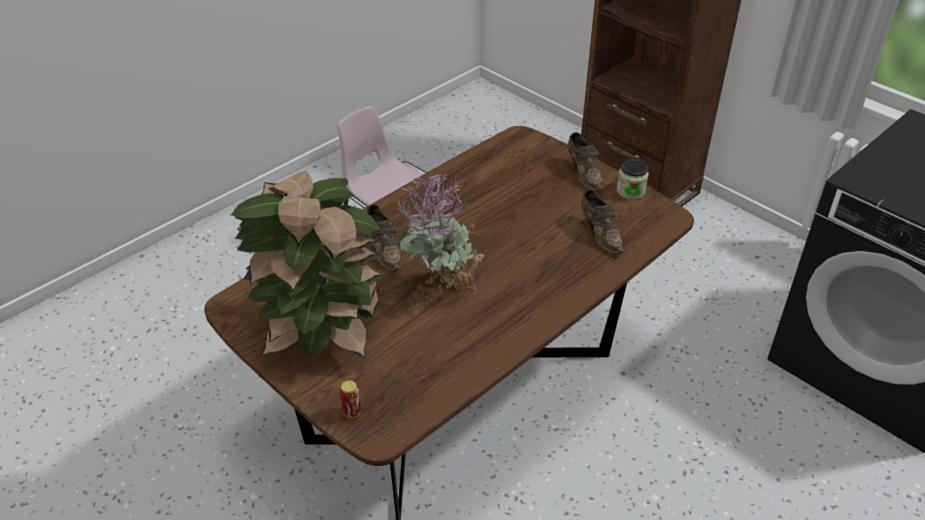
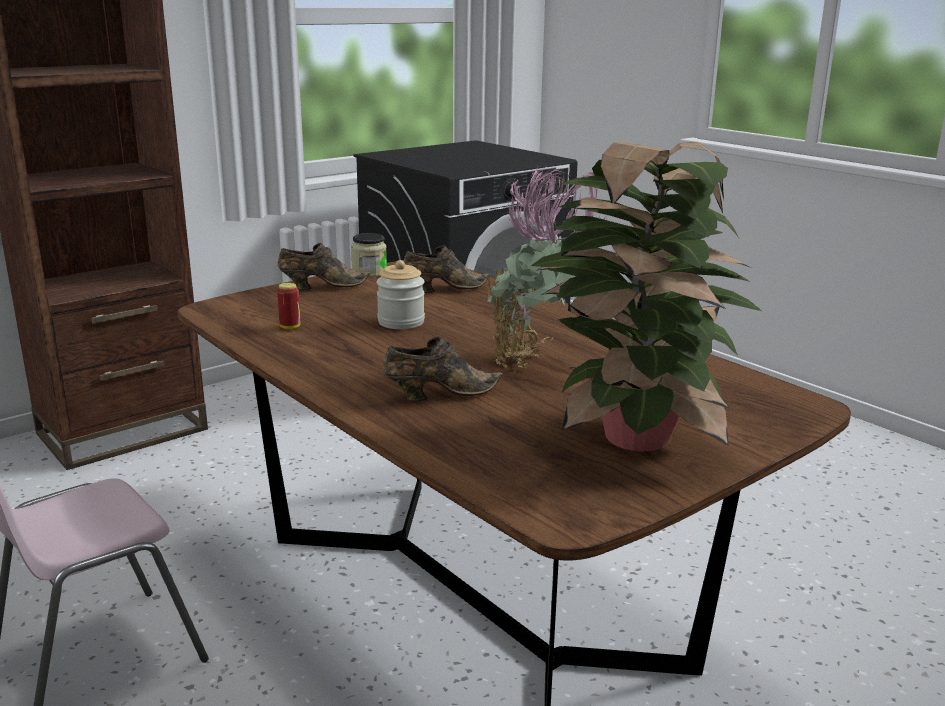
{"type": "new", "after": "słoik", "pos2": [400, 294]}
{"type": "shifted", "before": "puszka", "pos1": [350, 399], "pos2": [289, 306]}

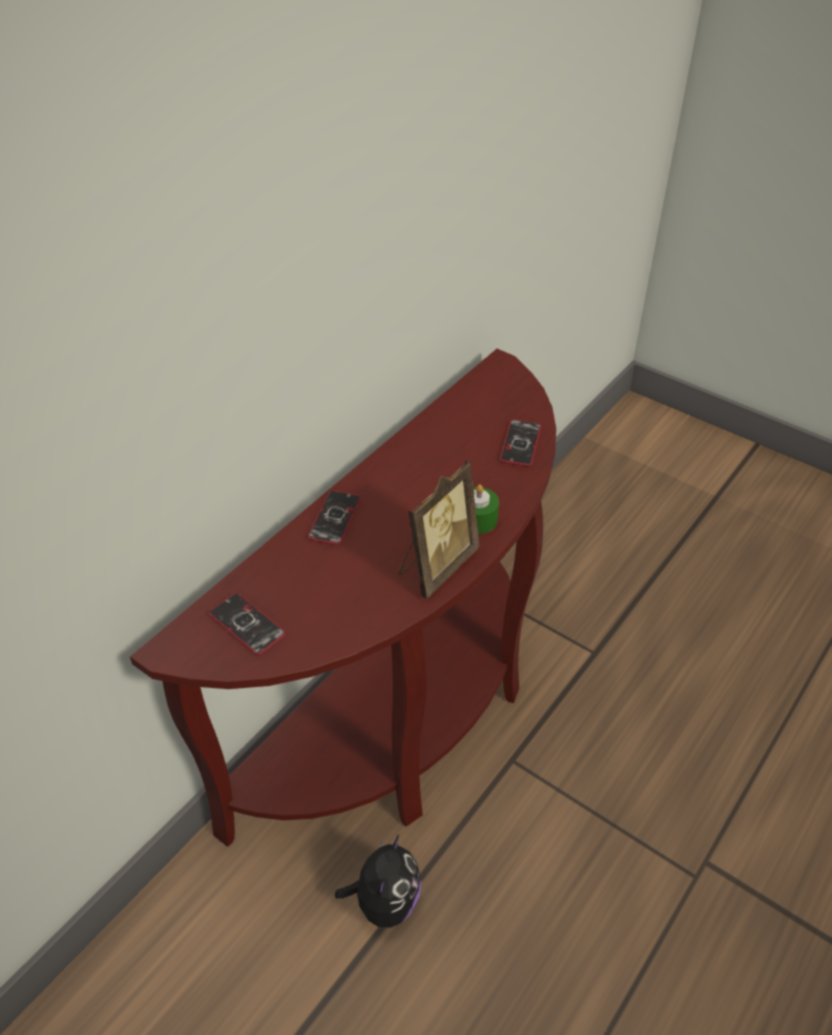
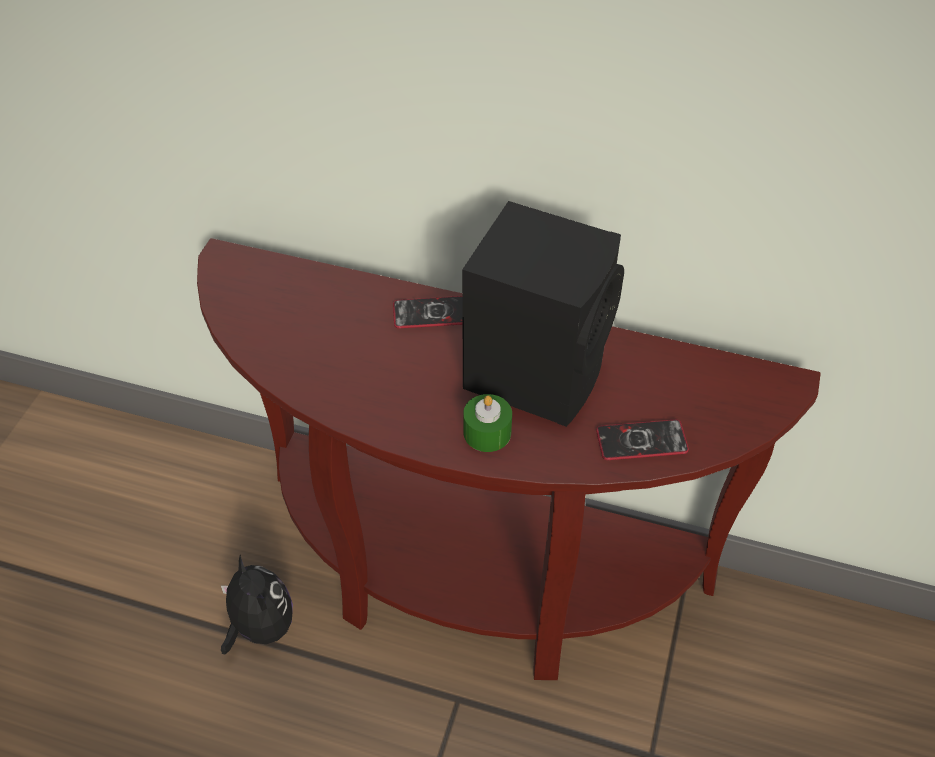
{"type": "gone", "before": "telefon", "pos1": [247, 624]}
{"type": "gone", "before": "ramka na zdjęcie", "pos1": [439, 529]}
{"type": "new", "after": "głośnik [czarny]", "pos2": [543, 314]}
{"type": "rotated", "before": "pluszak", "pos1": [378, 881], "pos2": [257, 604], "turn": -120}

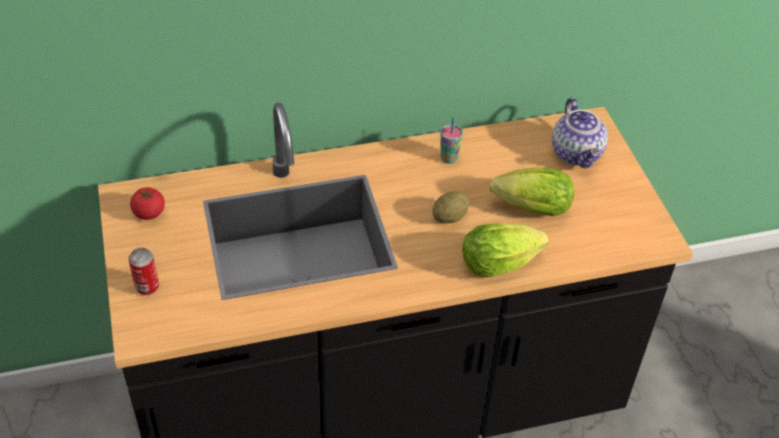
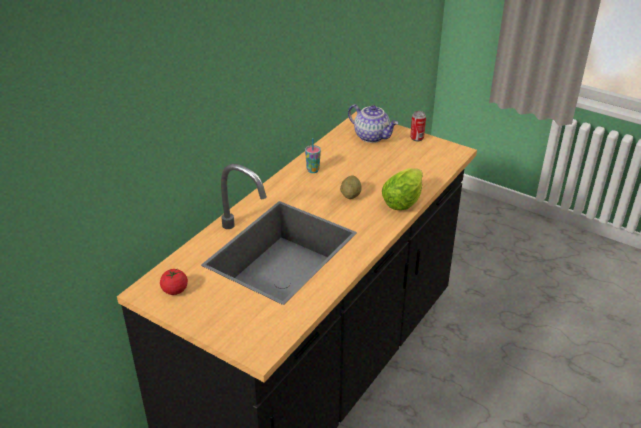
{"type": "gone", "before": "sałata", "pos1": [531, 192]}
{"type": "shifted", "before": "puszka", "pos1": [144, 271], "pos2": [418, 126]}

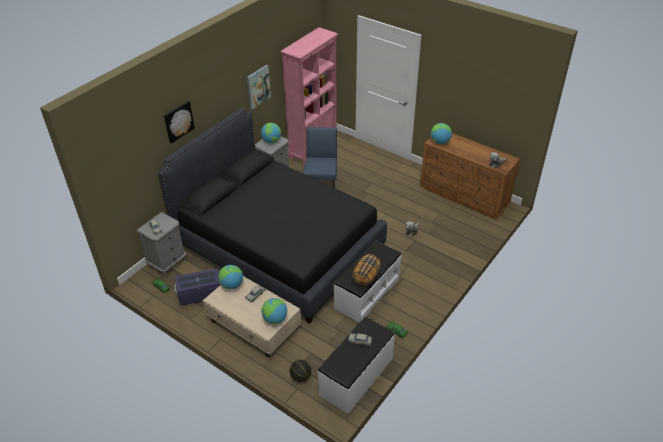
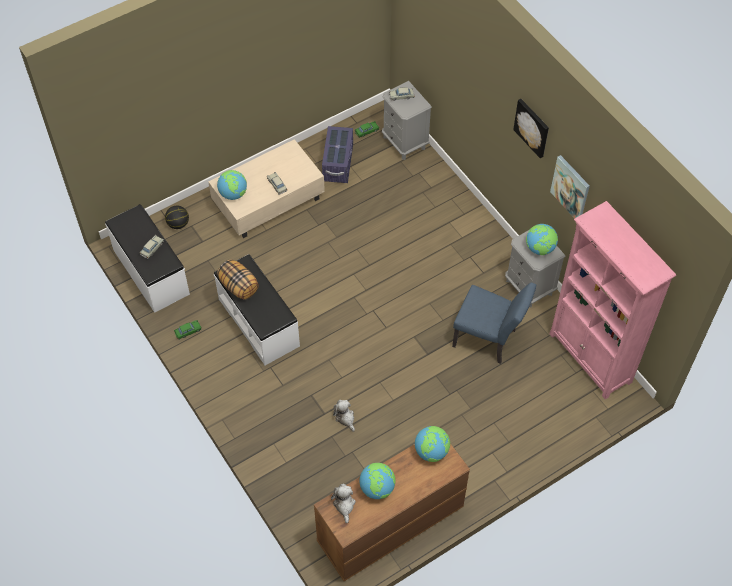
{"type": "gone", "before": "łóżko [czarny]", "pos1": [272, 216]}
{"type": "shifted", "before": "obraz", "pos1": [179, 122], "pos2": [531, 128]}
{"type": "shifted", "before": "globus", "pos1": [230, 277], "pos2": [377, 481]}

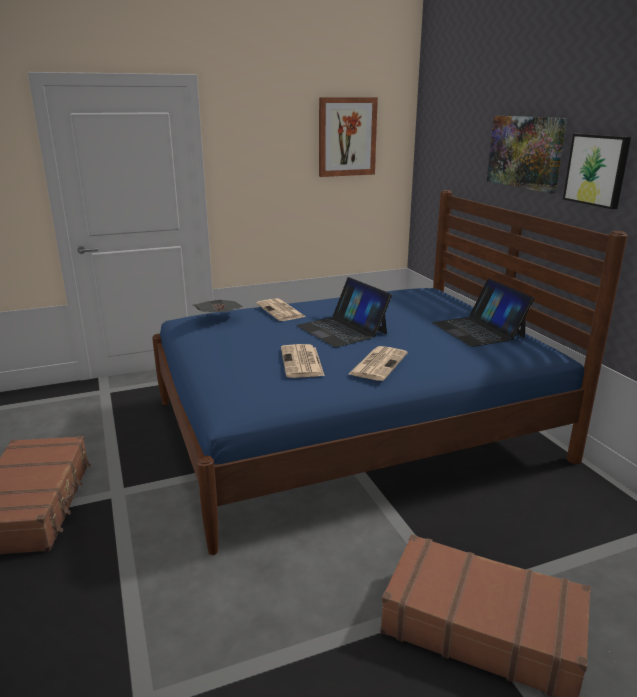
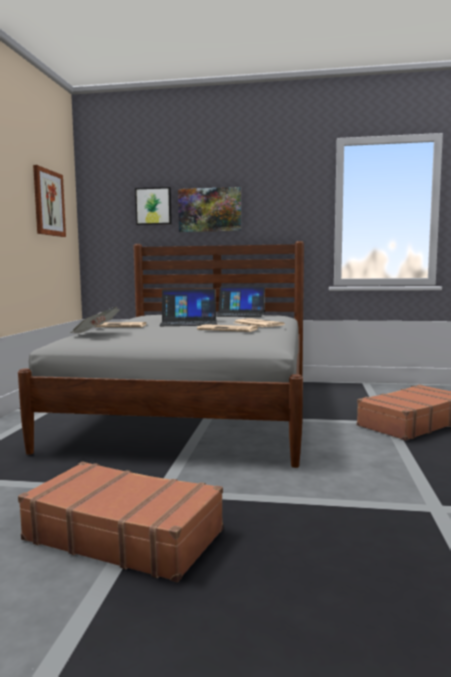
{"type": "shifted", "before": "obraz", "pos1": [597, 171], "pos2": [153, 206]}
{"type": "repainted", "before": "łóżko [niebieski]", "after": "łóżko [szary]", "pos1": [390, 372], "pos2": [161, 354]}

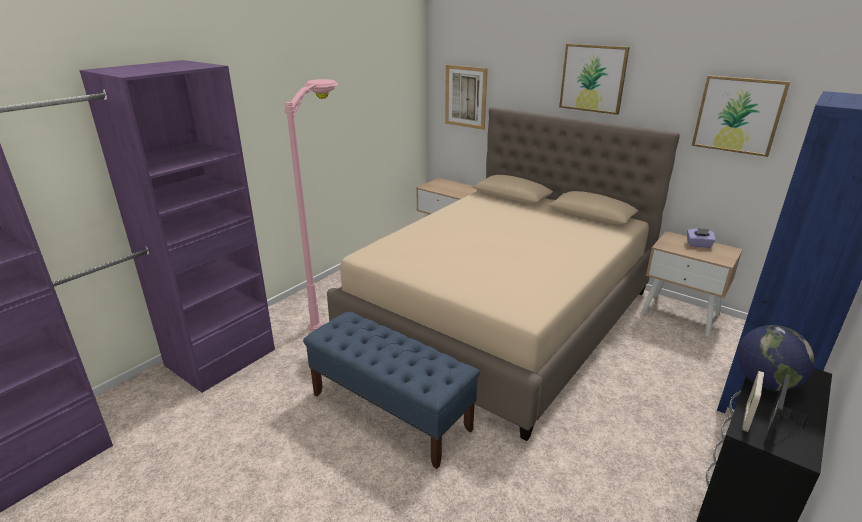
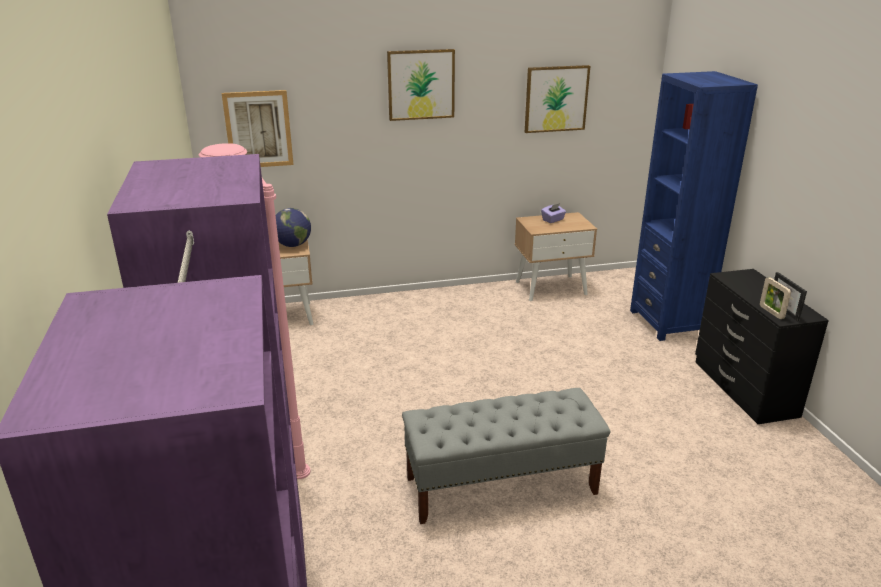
{"type": "gone", "before": "łóżko [beżowy]", "pos1": [503, 274]}
{"type": "shifted", "before": "globus", "pos1": [775, 358], "pos2": [293, 227]}
{"type": "repainted", "before": "ławka [niebieski]", "after": "ławka [szary]", "pos1": [391, 390], "pos2": [506, 456]}

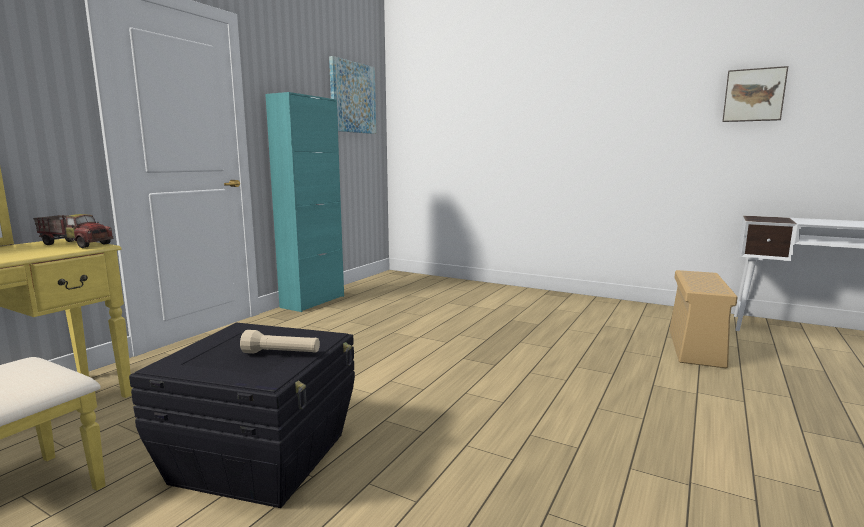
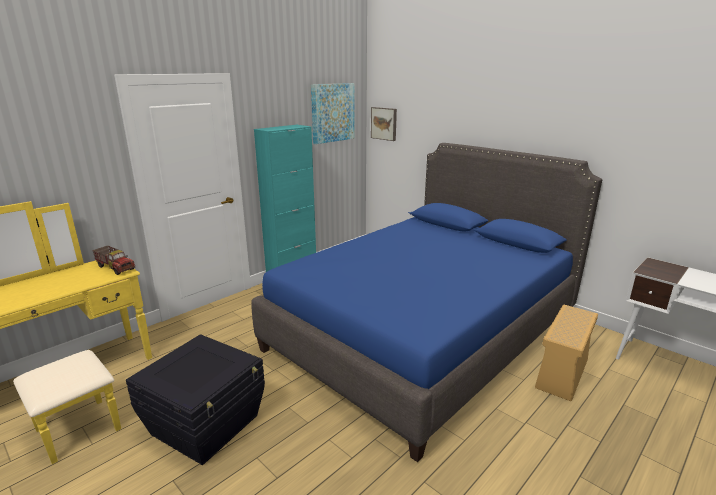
{"type": "gone", "before": "latarka [beżowy]", "pos1": [280, 341]}
{"type": "new", "after": "łóżko [niebieski]", "pos2": [426, 302]}
{"type": "shifted", "before": "obraz", "pos1": [755, 94], "pos2": [384, 124]}

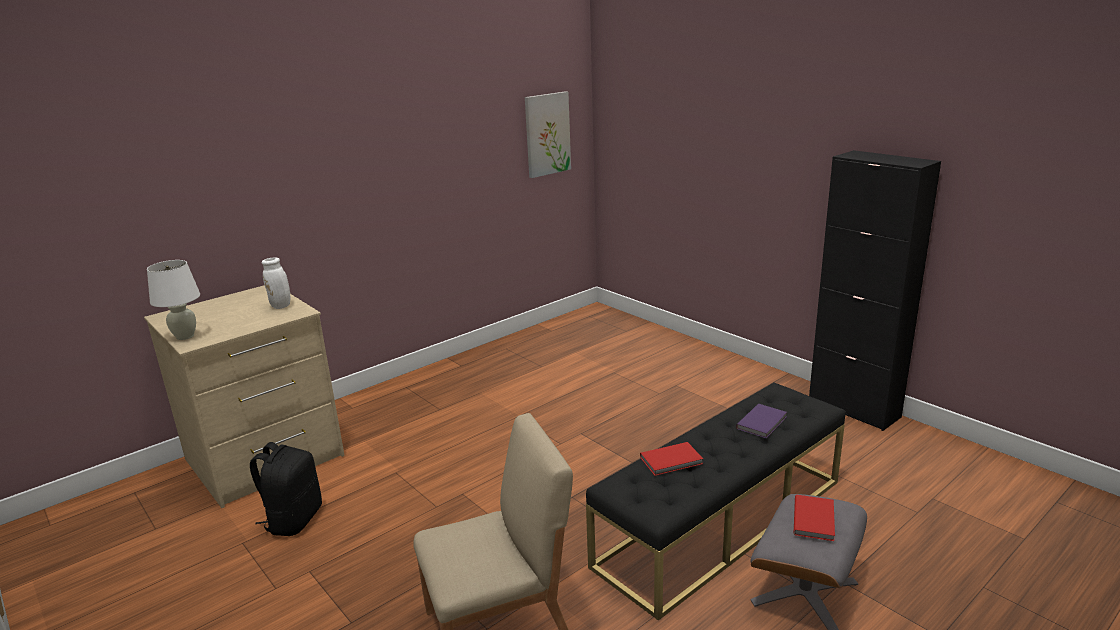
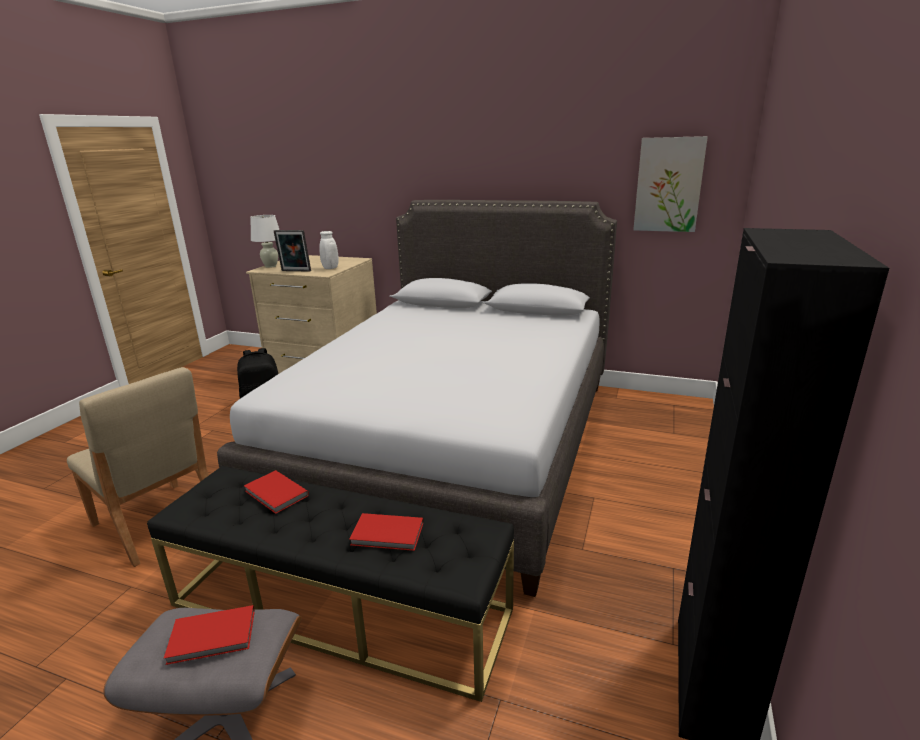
{"type": "new", "after": "łóżko [szary]", "pos2": [417, 398]}
{"type": "new", "after": "ramka na zdjęcie", "pos2": [292, 251]}
{"type": "repainted", "before": "książka [fioletowy]", "after": "książka [czerwony]", "pos1": [761, 421], "pos2": [387, 532]}

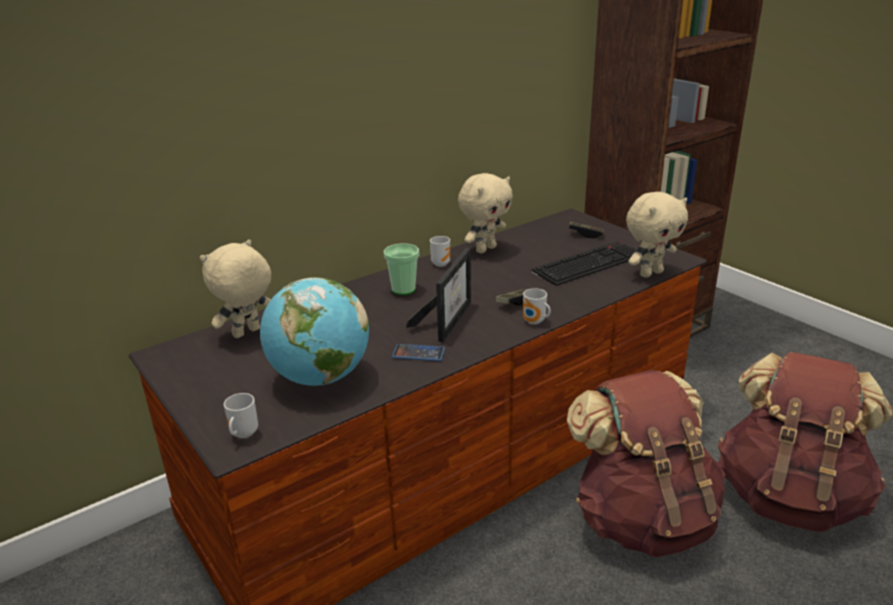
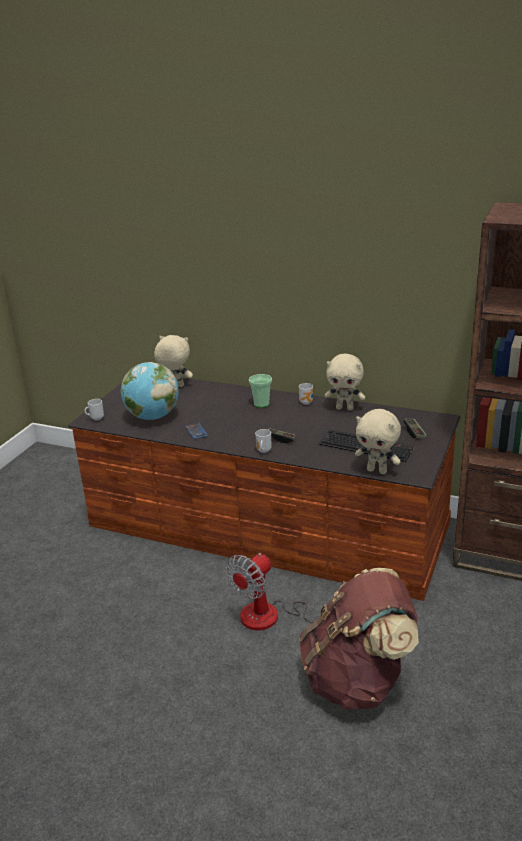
{"type": "gone", "before": "ramka na zdjęcie", "pos1": [438, 295]}
{"type": "swapped", "before": "plecak [brązowy]", "after": "wentylator", "pos1": [646, 464], "pos2": [286, 591]}

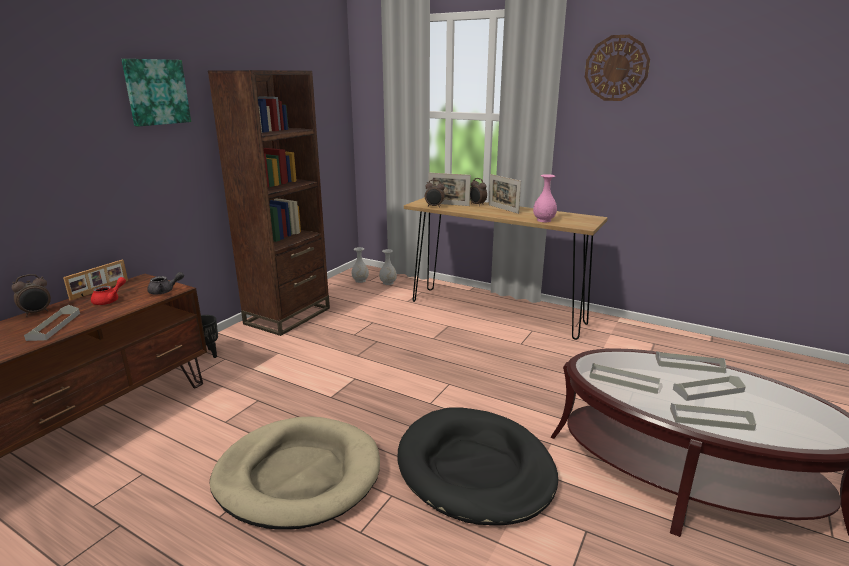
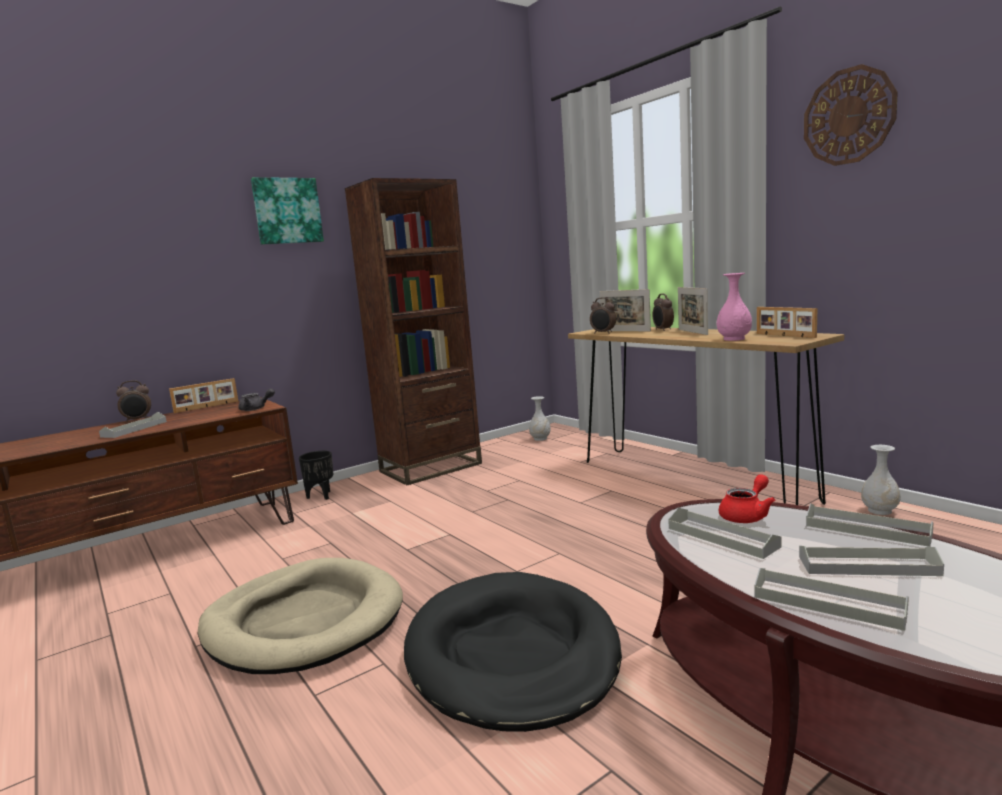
{"type": "new", "after": "ramka na zdjęcie", "pos2": [787, 322]}
{"type": "shifted", "before": "imbryk [czerwony]", "pos1": [108, 291], "pos2": [747, 498]}
{"type": "shifted", "before": "wazon [biały]", "pos1": [388, 267], "pos2": [881, 480]}

